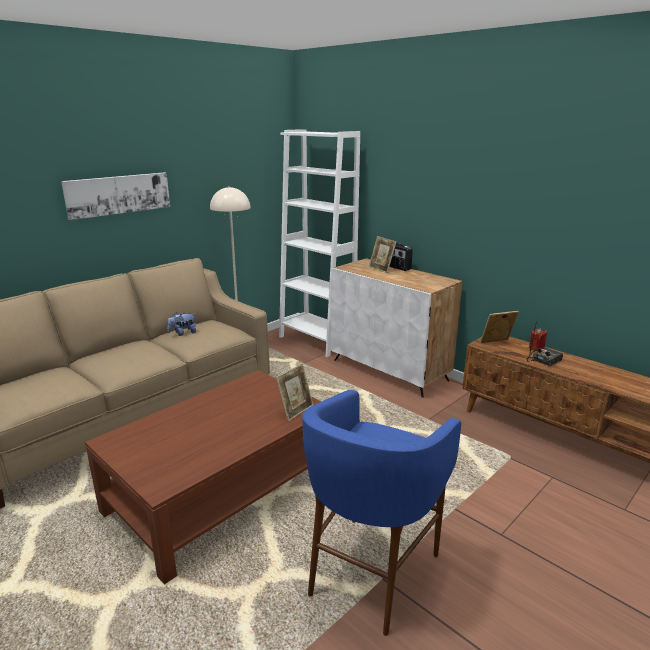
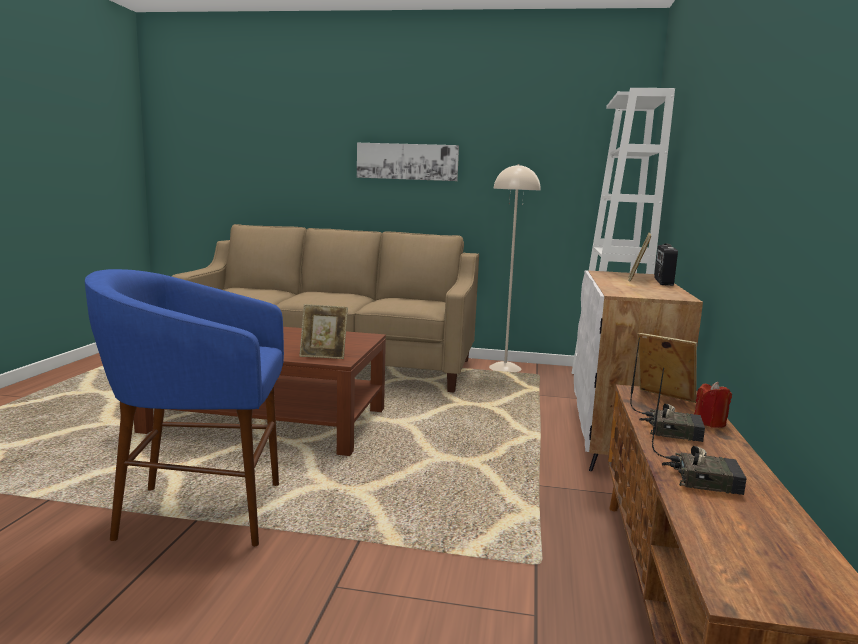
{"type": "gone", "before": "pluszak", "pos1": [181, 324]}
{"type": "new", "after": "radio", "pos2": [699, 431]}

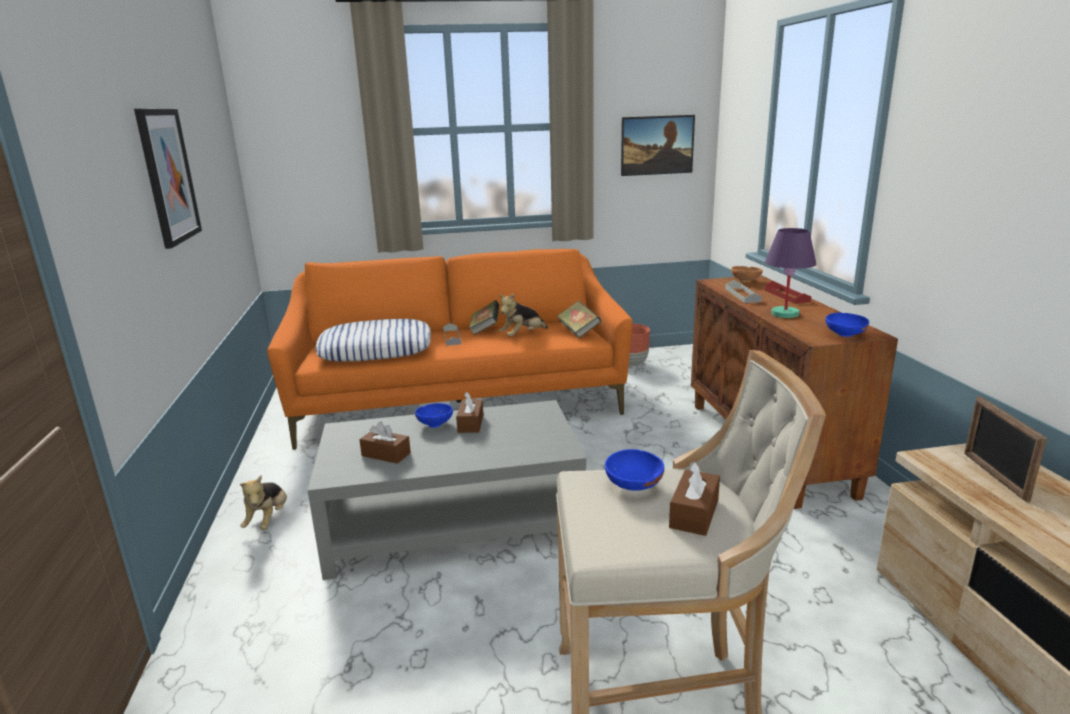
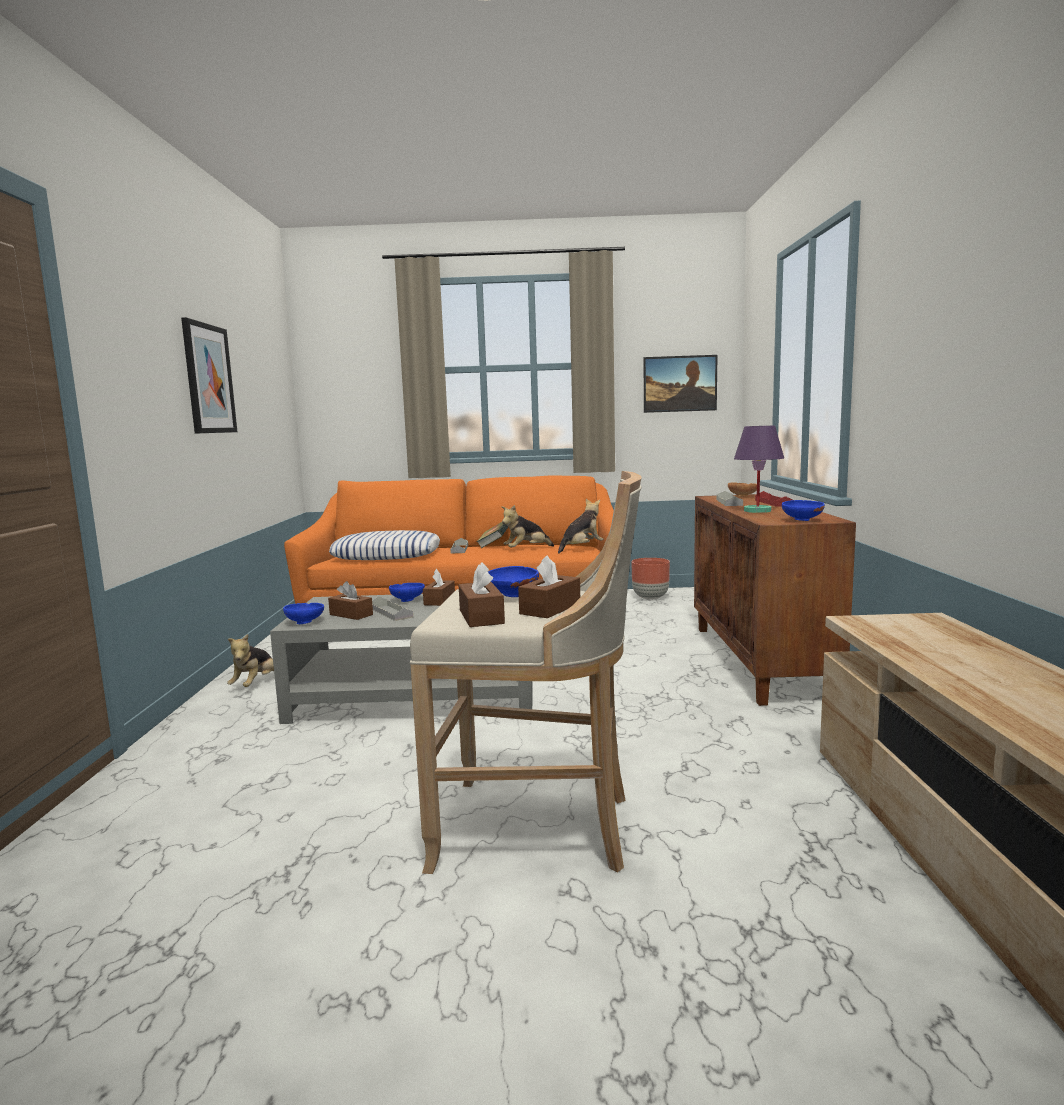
{"type": "gone", "before": "ramka na zdjęcie", "pos1": [1005, 449]}
{"type": "new", "after": "miska [niebieski]", "pos2": [303, 613]}
{"type": "new", "after": "taca [szary]", "pos2": [392, 609]}
{"type": "new", "after": "pudełko chusteczek [brązowy]", "pos2": [482, 594]}
{"type": "swapped", "before": "książka", "after": "pluszak", "pos1": [579, 319], "pos2": [581, 526]}

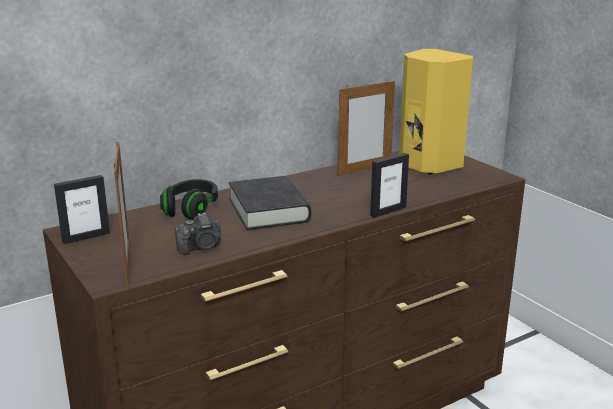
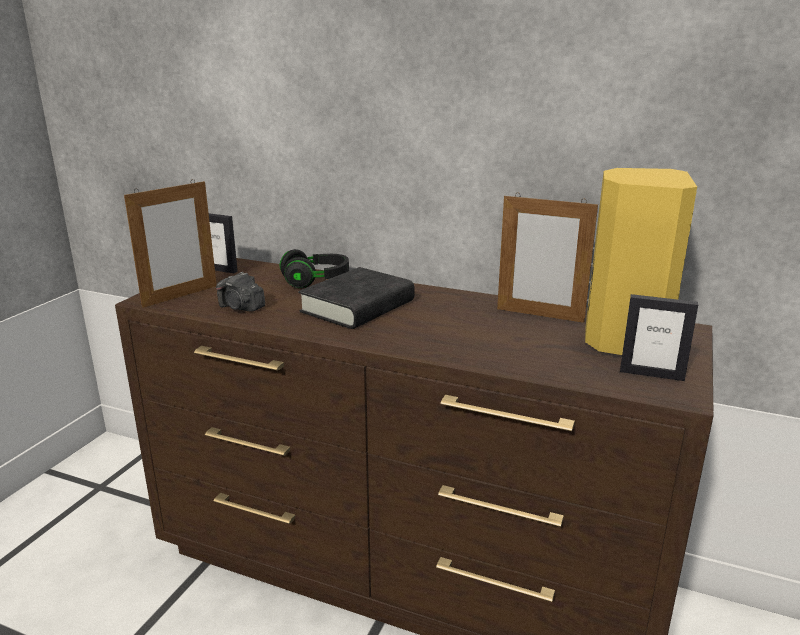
{"type": "shifted", "before": "ramka na zdjęcie", "pos1": [389, 185], "pos2": [659, 337]}

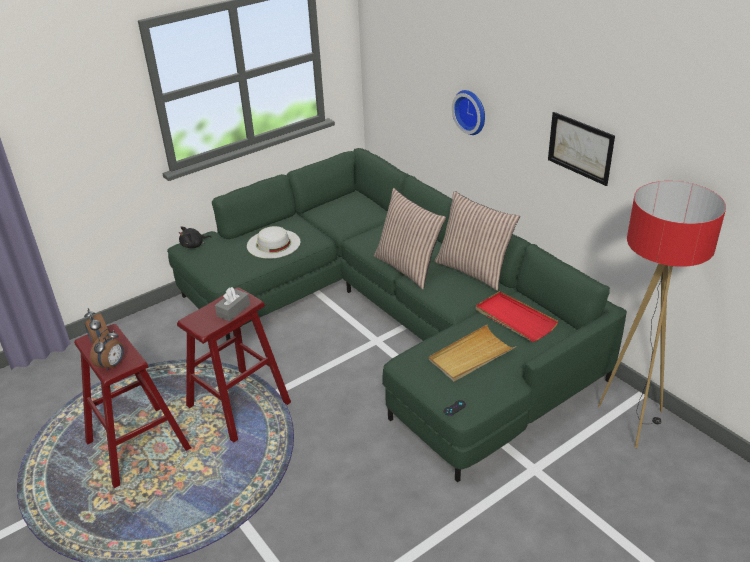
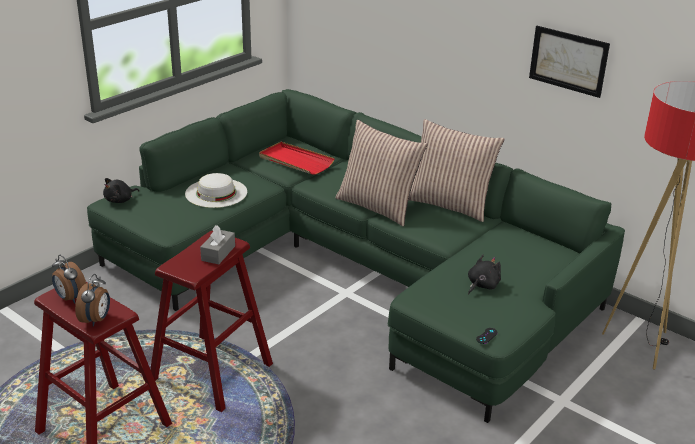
{"type": "gone", "before": "zegar ścienny", "pos1": [468, 112]}
{"type": "shifted", "before": "taca [czerwony]", "pos1": [517, 316], "pos2": [297, 158]}
{"type": "swapped", "before": "taca [beżowy]", "after": "pluszak [czarny]", "pos1": [472, 353], "pos2": [484, 275]}

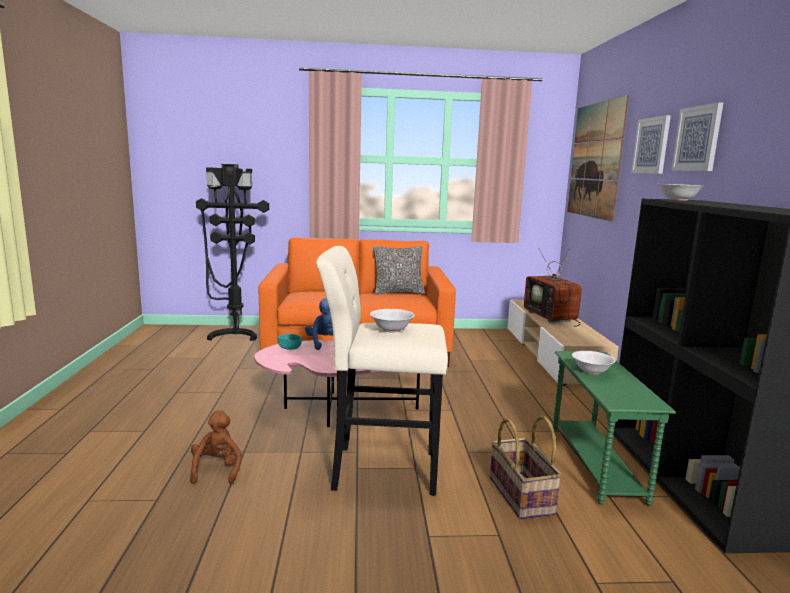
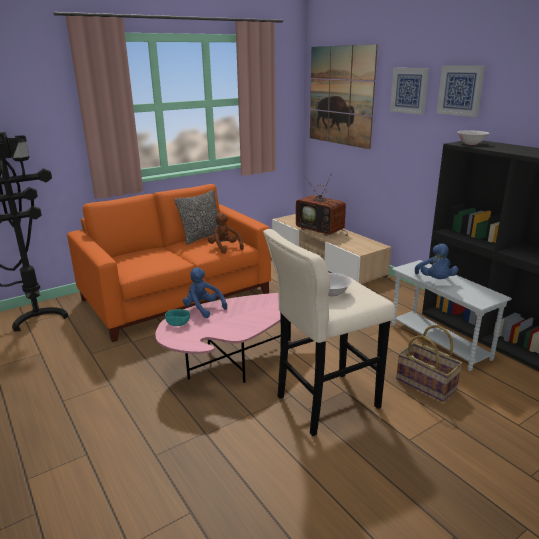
{"type": "shifted", "before": "pluszak [brązowy]", "pos1": [216, 447], "pos2": [226, 233]}
{"type": "swapped", "before": "miska [biały]", "after": "pluszak [niebieski]", "pos1": [593, 363], "pos2": [436, 261]}
{"type": "repainted", "before": "stolik [zielony]", "after": "stolik [biały]", "pos1": [614, 428], "pos2": [452, 315]}

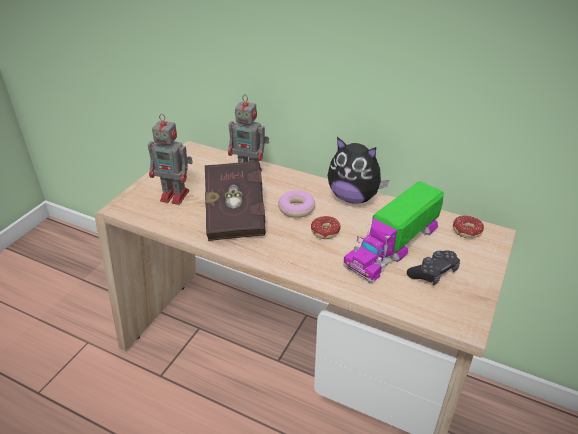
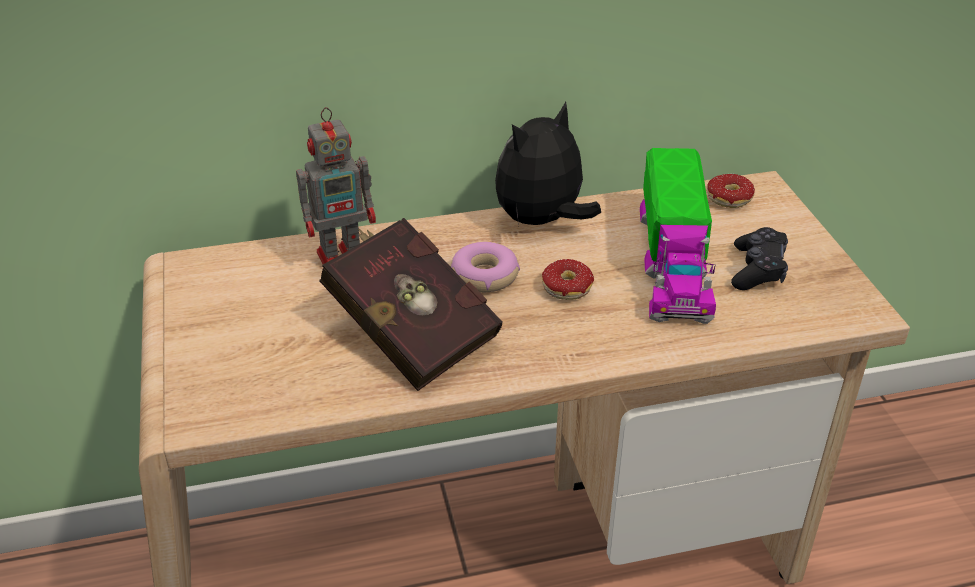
{"type": "gone", "before": "robot zabawkowy", "pos1": [170, 159]}
{"type": "rotated", "before": "pluszak", "pos1": [358, 170], "pos2": [548, 163], "turn": 150}

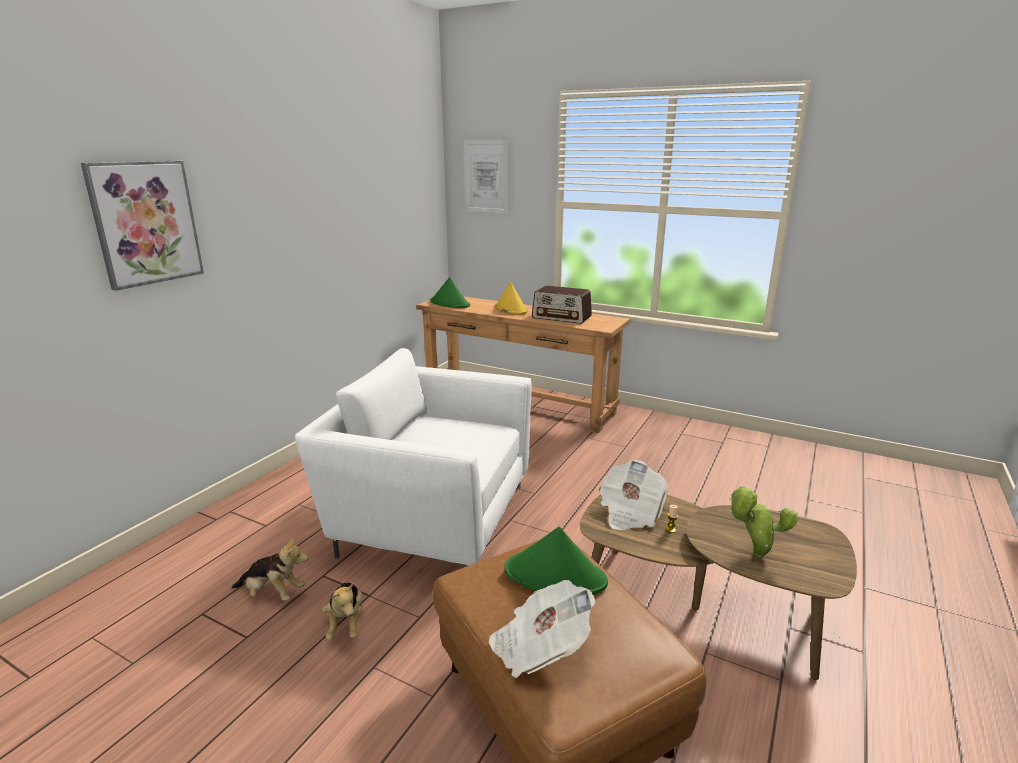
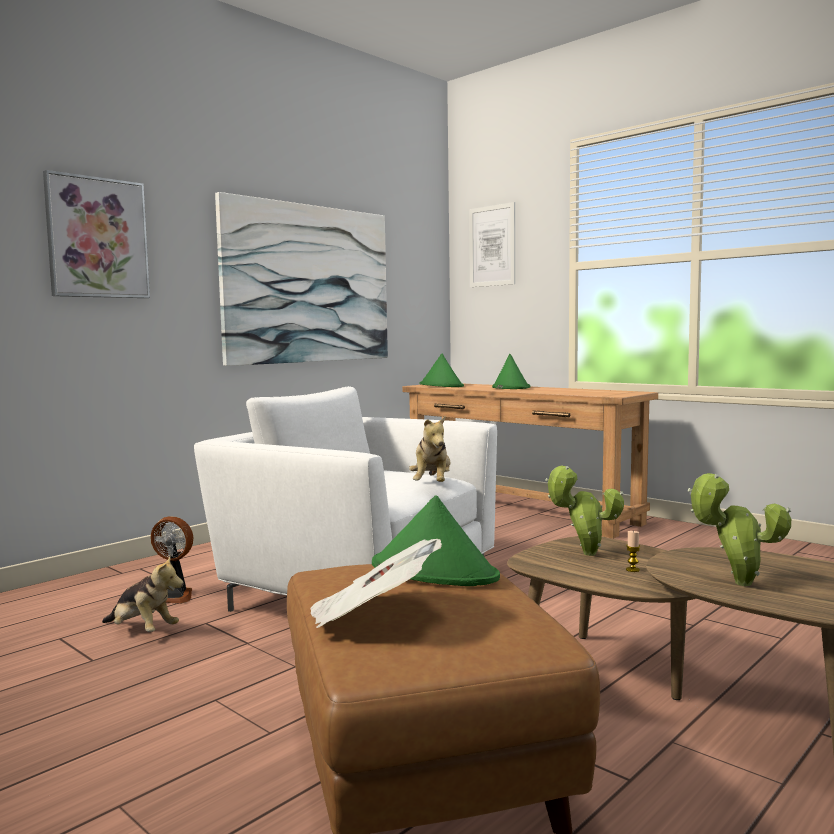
{"type": "gone", "before": "radio", "pos1": [562, 305]}
{"type": "new", "after": "wentylator", "pos2": [172, 560]}
{"type": "new", "after": "obraz", "pos2": [301, 279]}
{"type": "shifted", "before": "pluszak", "pos1": [342, 610], "pos2": [430, 448]}
{"type": "swapped", "before": "gazeta", "after": "roślina doniczkowa", "pos1": [634, 495], "pos2": [584, 511]}
{"type": "repainted", "before": "kapelusz [żółty]", "after": "kapelusz [zielony]", "pos1": [511, 298], "pos2": [511, 371]}

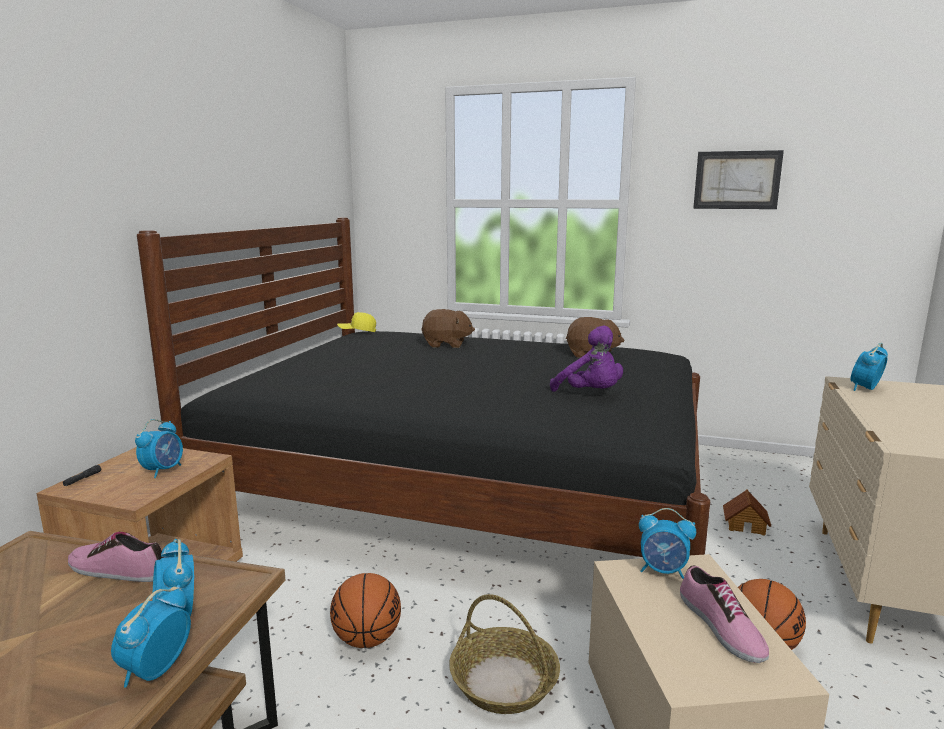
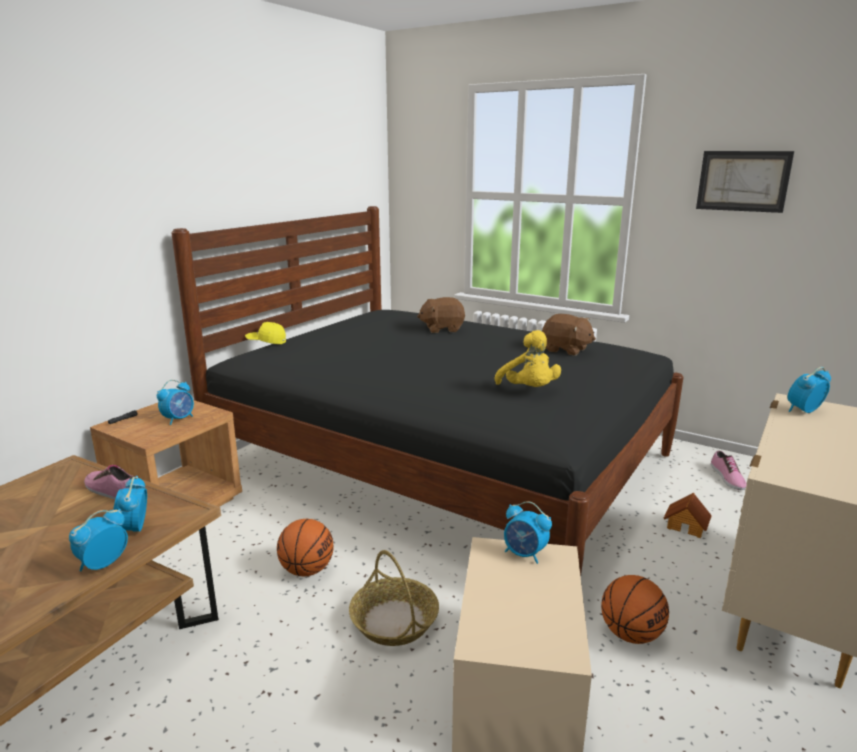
{"type": "shifted", "before": "czapka z daszkiem [żółty]", "pos1": [356, 322], "pos2": [265, 333]}
{"type": "shifted", "before": "but", "pos1": [724, 614], "pos2": [729, 470]}
{"type": "repainted", "before": "pluszak [fioletowy]", "after": "pluszak [żółty]", "pos1": [586, 359], "pos2": [528, 358]}
{"type": "rotated", "before": "pluszak [brązowy]", "pos1": [448, 328], "pos2": [441, 315], "turn": 150}

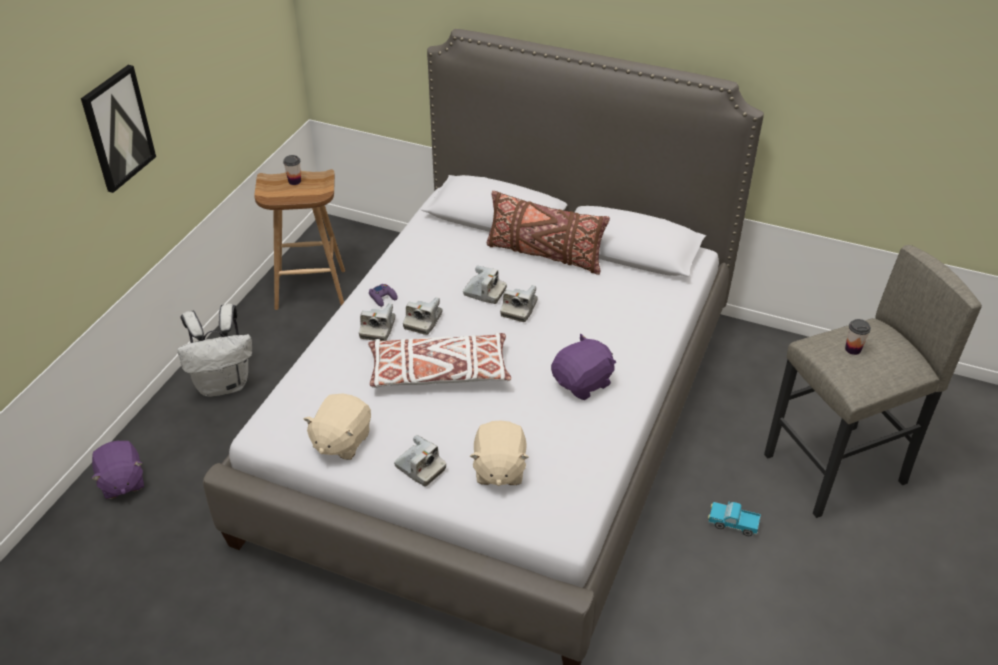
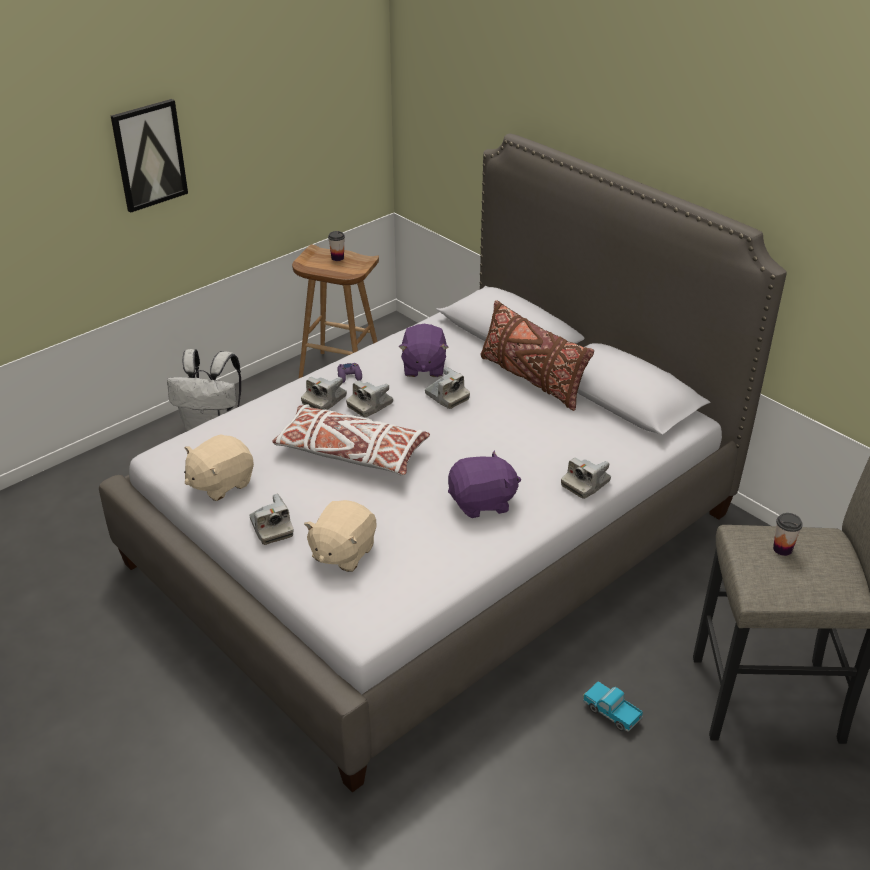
{"type": "shifted", "before": "pluszak [fioletowy]", "pos1": [117, 470], "pos2": [424, 350]}
{"type": "shifted", "before": "aparat fotograficzny", "pos1": [519, 303], "pos2": [586, 478]}

